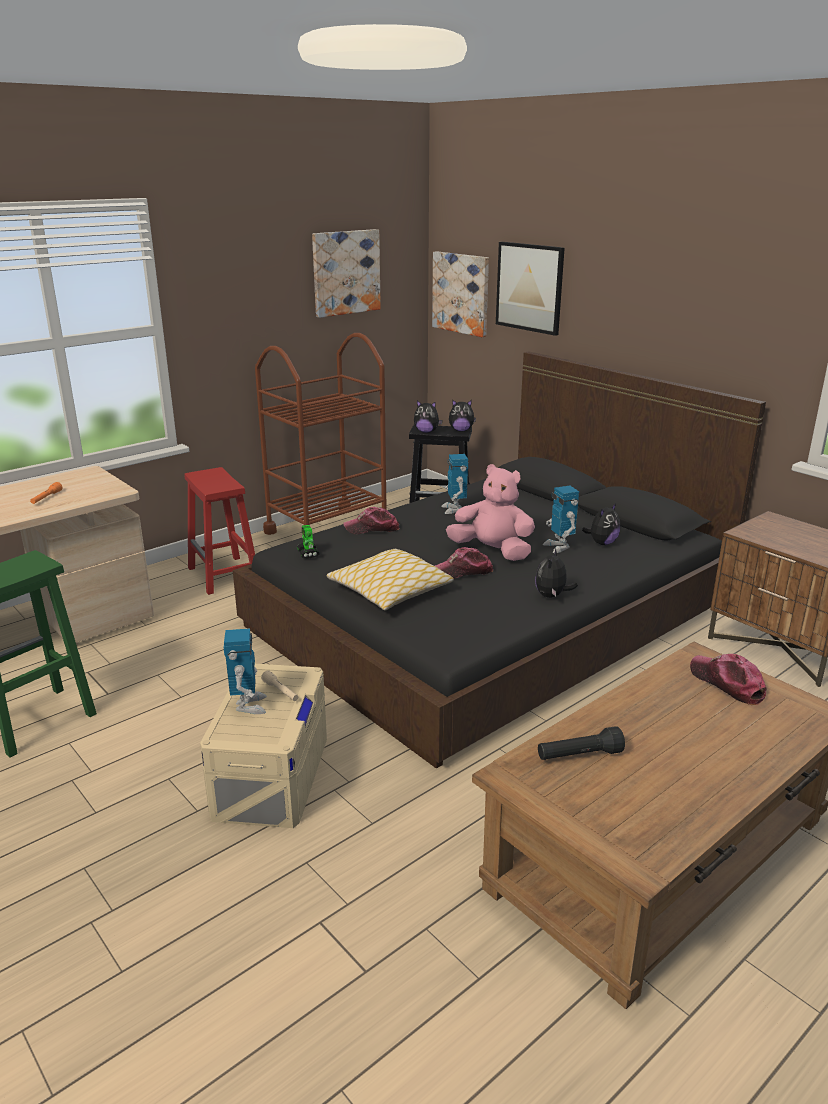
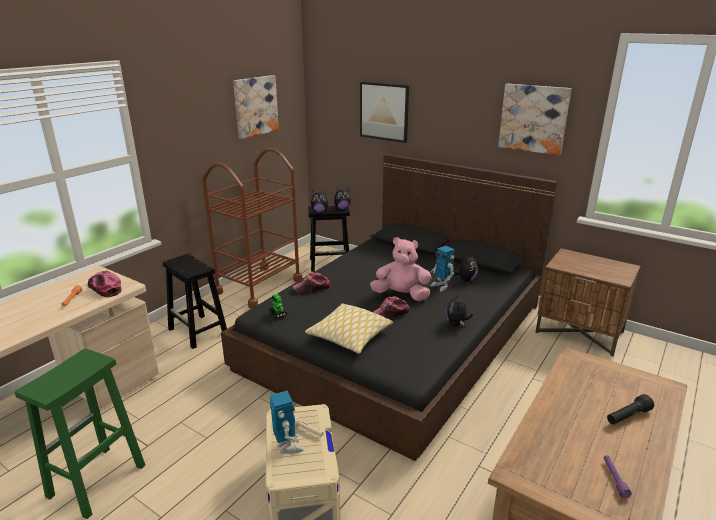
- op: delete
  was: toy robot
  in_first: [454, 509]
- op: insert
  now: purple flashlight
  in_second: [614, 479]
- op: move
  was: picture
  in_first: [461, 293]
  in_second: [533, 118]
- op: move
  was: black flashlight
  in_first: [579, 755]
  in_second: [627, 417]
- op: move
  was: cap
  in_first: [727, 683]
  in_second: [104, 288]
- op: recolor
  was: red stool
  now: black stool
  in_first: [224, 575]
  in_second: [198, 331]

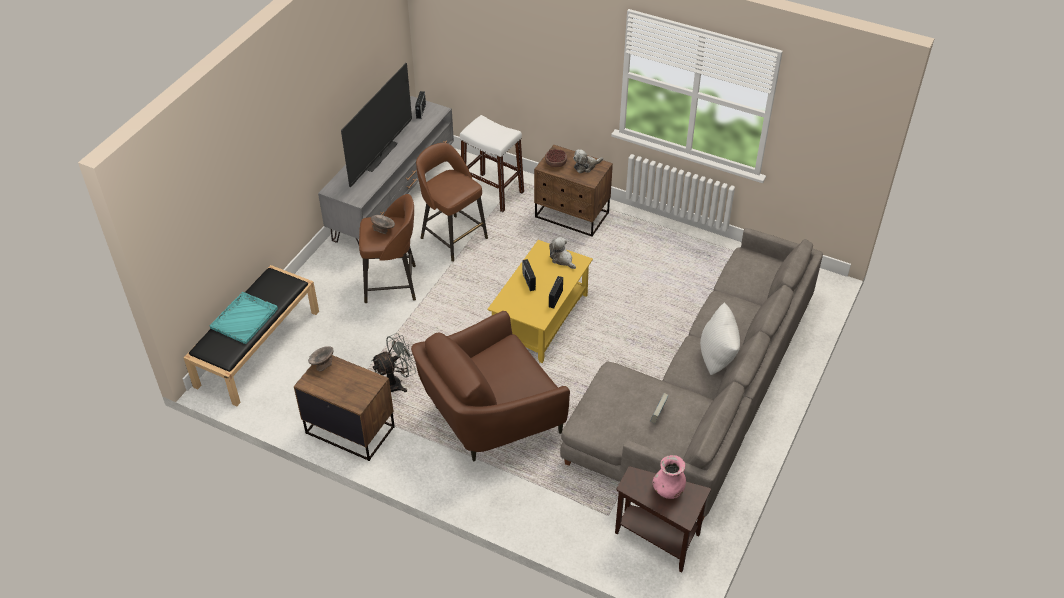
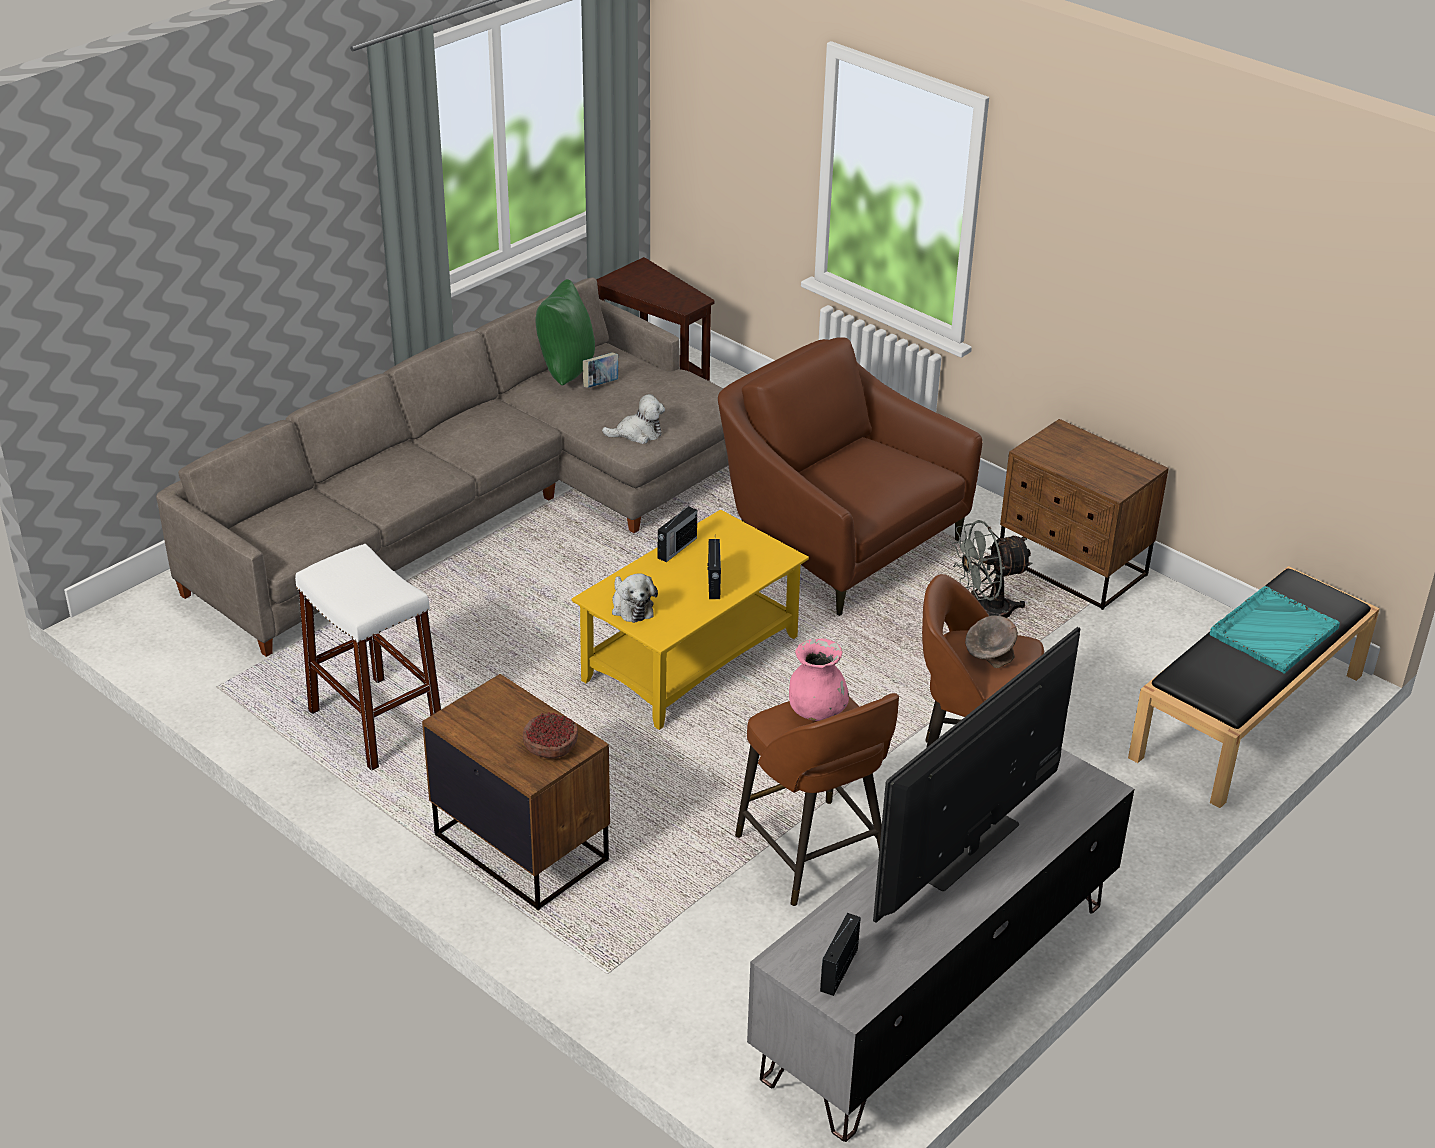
- op: delete
  was: grey bowl
  in_first: [322, 364]
- op: delete
  was: white pillow
  in_first: [717, 359]
- op: insert
  now: green pillow
  in_second: [564, 371]
- op: move
  was: white stool
  in_first: [492, 192]
  in_second: [375, 722]
- op: move
  was: plush toy
  in_first: [586, 166]
  in_second: [637, 433]
- op: move
  was: pink vase
  in_first: [668, 490]
  in_second: [816, 711]
- op: rotate
  was: brown armchair
  in_first: [490, 417]
  in_second: [836, 541]
  clockwise: -120

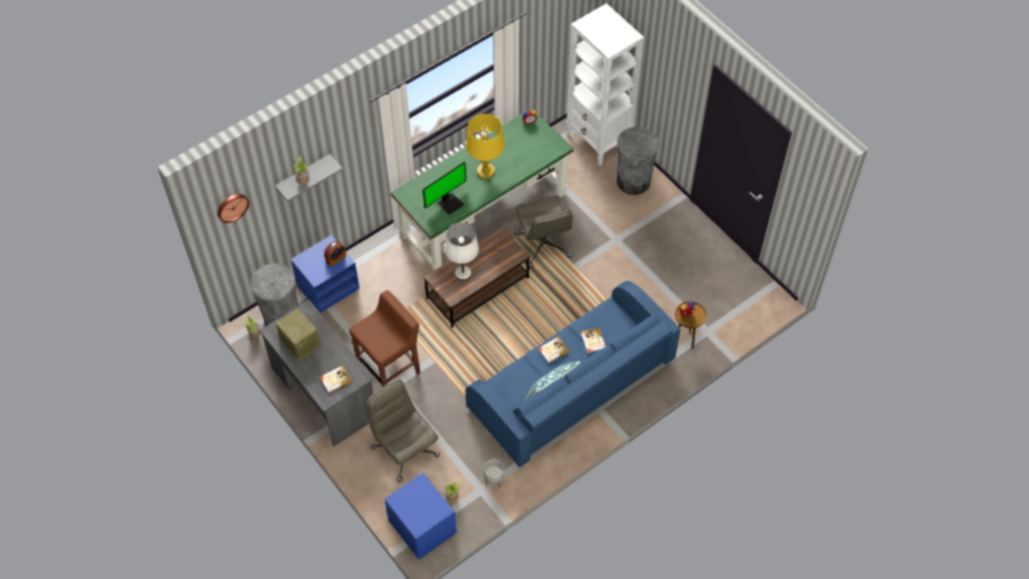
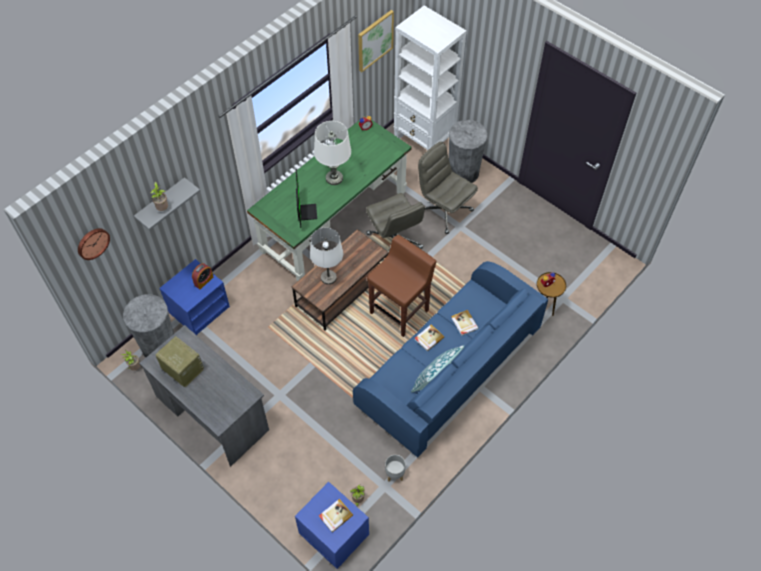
- op: insert
  now: picture
  in_second: [375, 40]
- op: move
  was: book
  in_first: [335, 380]
  in_second: [335, 516]
- op: move
  was: brown stool
  in_first: [390, 369]
  in_second: [400, 311]
- op: move
  was: grey office chair
  in_first: [405, 450]
  in_second: [444, 211]
- op: recolor
  was: yellow table lamp
  now: white table lamp
  in_first: [486, 171]
  in_second: [334, 178]
- op: rotate
  was: monitor
  in_first: [449, 203]
  in_second: [306, 212]
  clockwise: -45

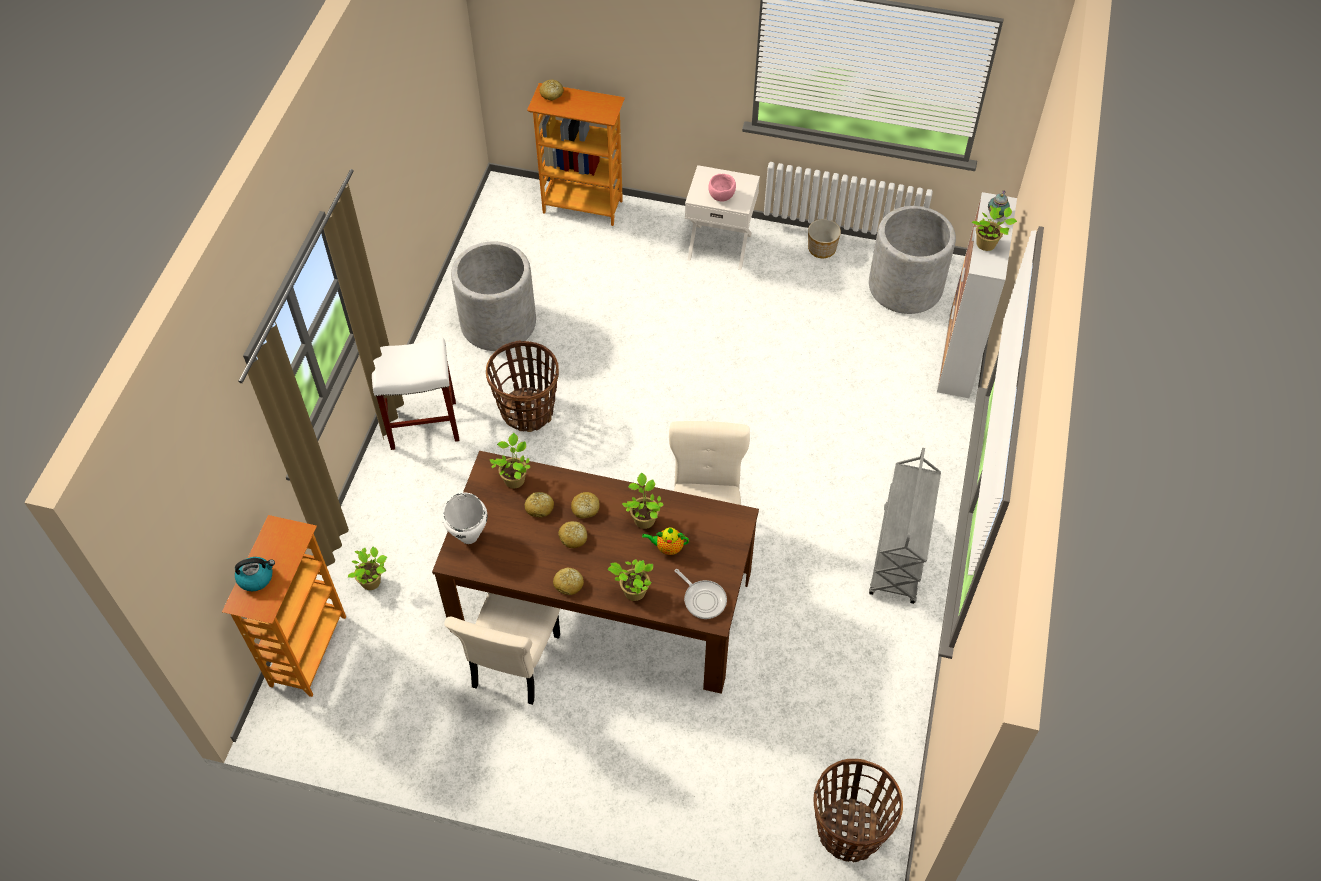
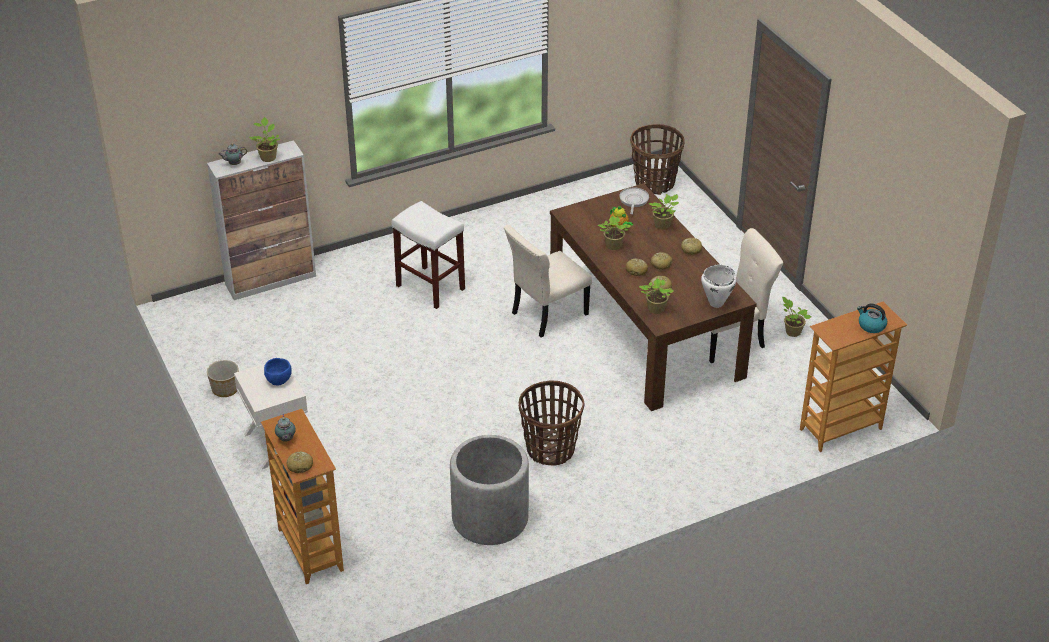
- op: delete
  was: grey planter
  in_first: [905, 287]
- op: delete
  was: grey cart
  in_first: [899, 556]
- op: insert
  now: teapot
  in_second: [286, 439]
- op: move
  was: potted plant
  in_first: [372, 581]
  in_second: [792, 331]
- op: move
  was: white stool
  in_first: [422, 425]
  in_second: [431, 287]
- op: recolor
  was: pink bowl
  now: blue bowl
  in_first: [722, 196]
  in_second: [279, 380]

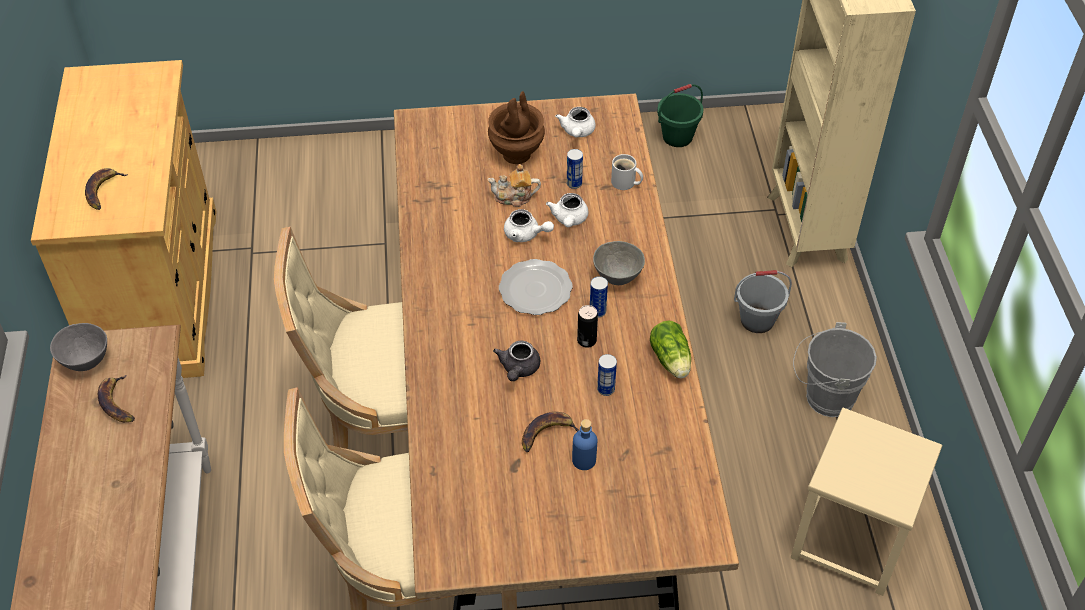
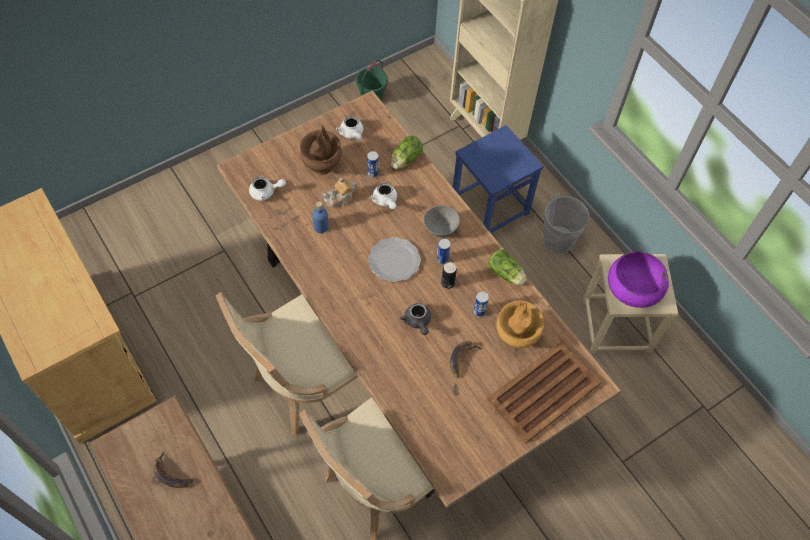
- op: delete
  was: grey bowl
  in_first: [85, 362]
- op: delete
  was: banana
  in_first: [103, 190]
- op: insert
  now: brown tray
  in_second: [544, 391]
- op: insert
  now: brown vase
  in_second: [516, 337]
- op: insert
  now: purple bowl
  in_second: [634, 287]
- op: move
  was: white teapot
  in_first: [526, 234]
  in_second: [266, 192]
- op: move
  was: blue bottle
  in_first: [584, 460]
  in_second: [321, 227]
- op: replace
  was: white mug
  now: lettuce
  in_first: [625, 183]
  in_second: [405, 160]
- op: replace
  was: grey bucket
  now: blue stool
  in_first: [757, 320]
  in_second: [489, 206]

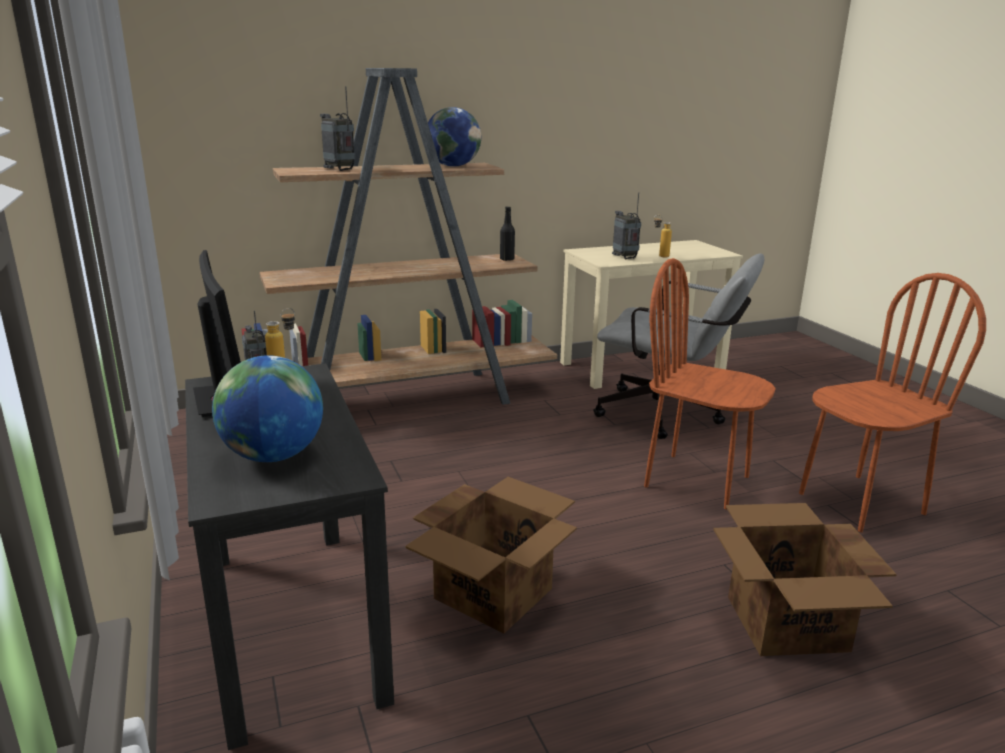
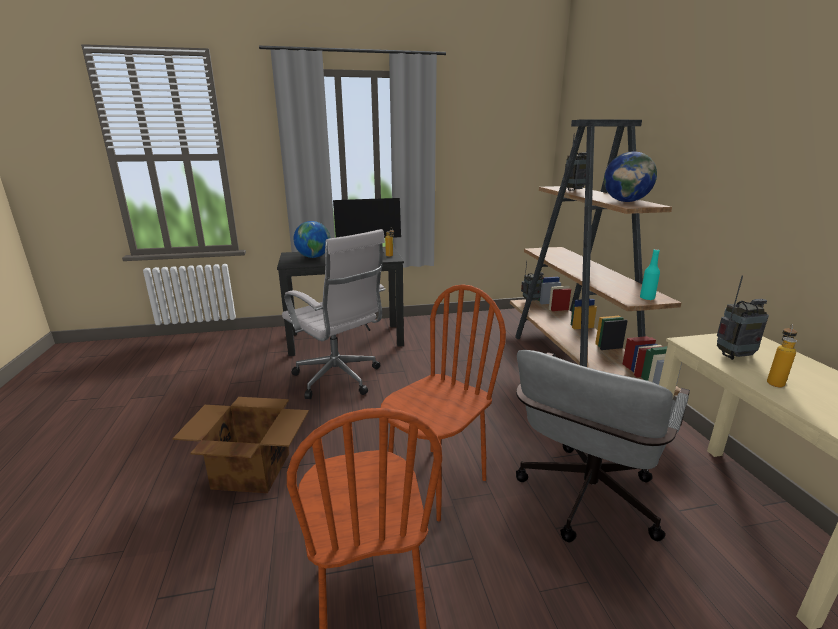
- op: replace
  was: cardboard box
  now: white office chair
  in_first: [495, 592]
  in_second: [339, 379]
- op: recolor
  was: black bottle
  now: turquoise bottle
  in_first: [507, 259]
  in_second: [647, 298]

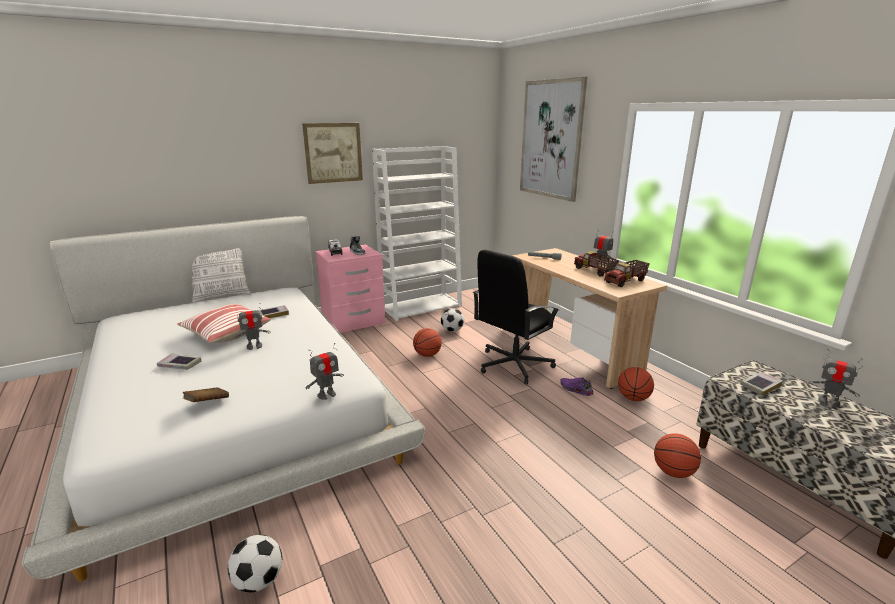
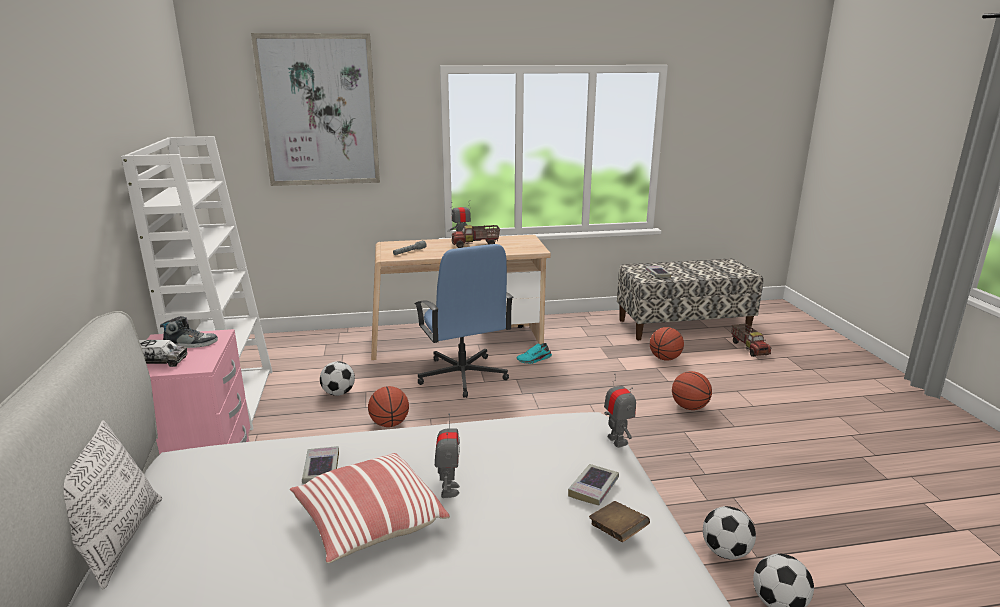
- op: delete
  was: picture
  in_first: [333, 153]
- op: delete
  was: toy robot
  in_first: [828, 402]
- op: insert
  now: football
  in_second: [725, 552]
- op: move
  was: book
  in_first: [179, 365]
  in_second: [593, 488]
- op: move
  was: toy truck
  in_first: [626, 281]
  in_second: [749, 348]
- op: move
  was: basketball
  in_first: [633, 398]
  in_second: [689, 407]
- op: recolor
  was: black office chair
  now: blue office chair
  in_first: [513, 365]
  in_second: [462, 376]
- op: recolor
  was: purple shoe
  now: turquoise shoe
  in_first: [575, 390]
  in_second: [534, 360]

